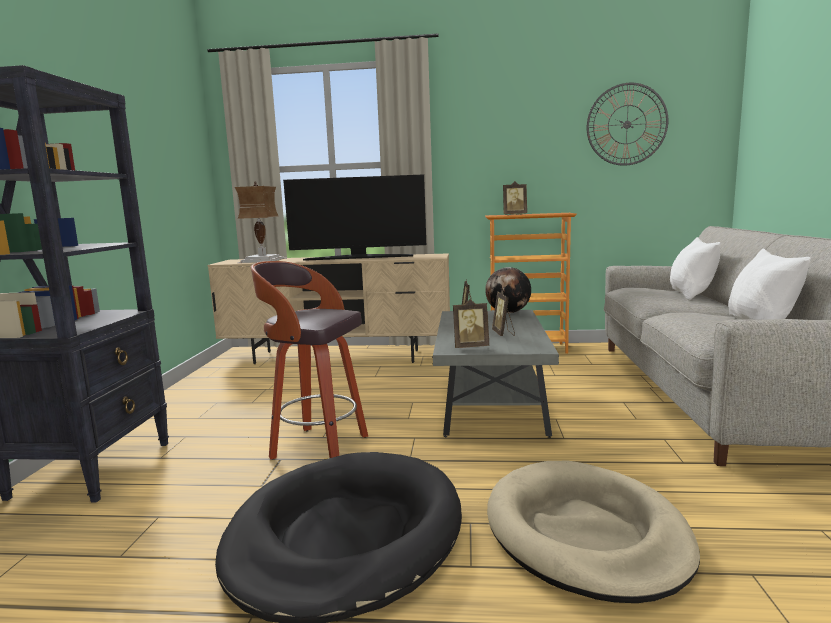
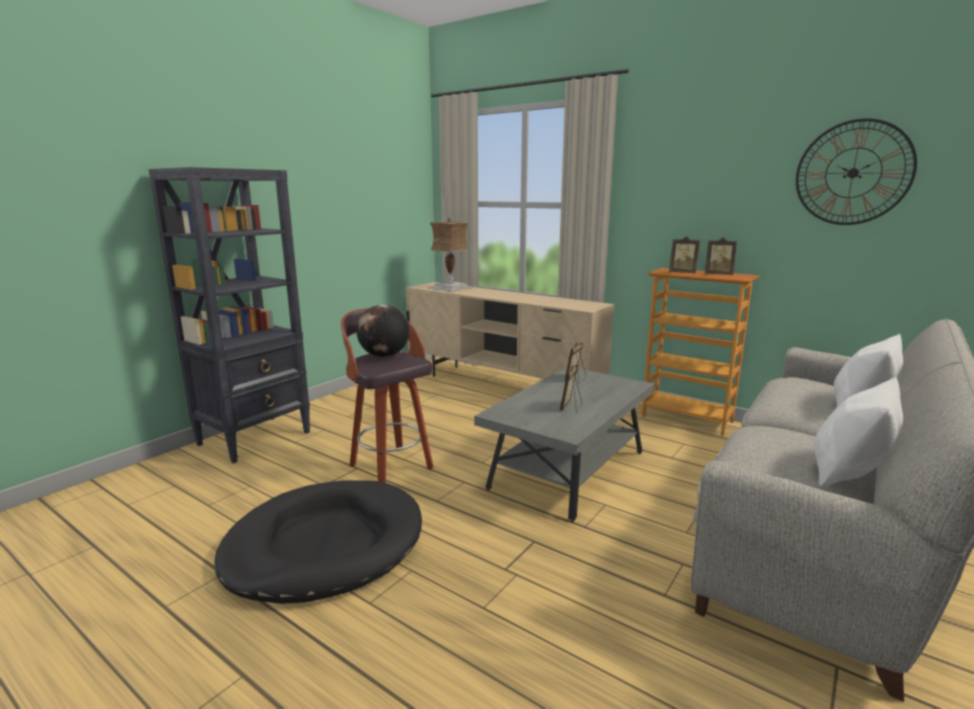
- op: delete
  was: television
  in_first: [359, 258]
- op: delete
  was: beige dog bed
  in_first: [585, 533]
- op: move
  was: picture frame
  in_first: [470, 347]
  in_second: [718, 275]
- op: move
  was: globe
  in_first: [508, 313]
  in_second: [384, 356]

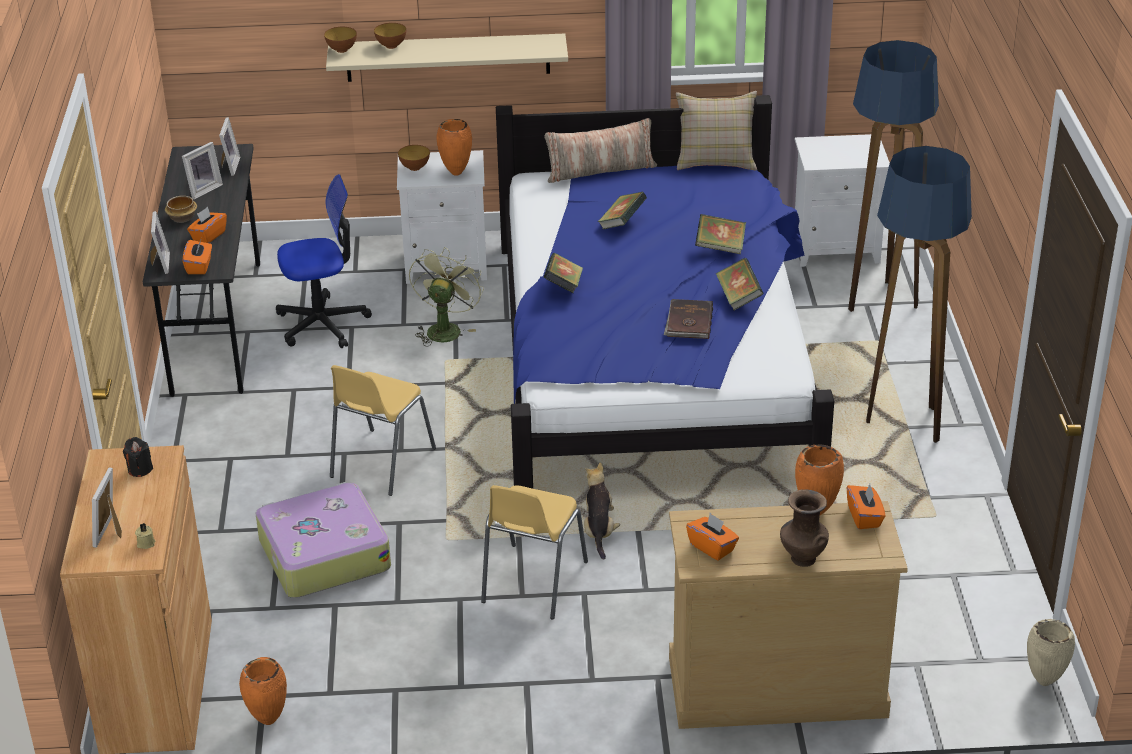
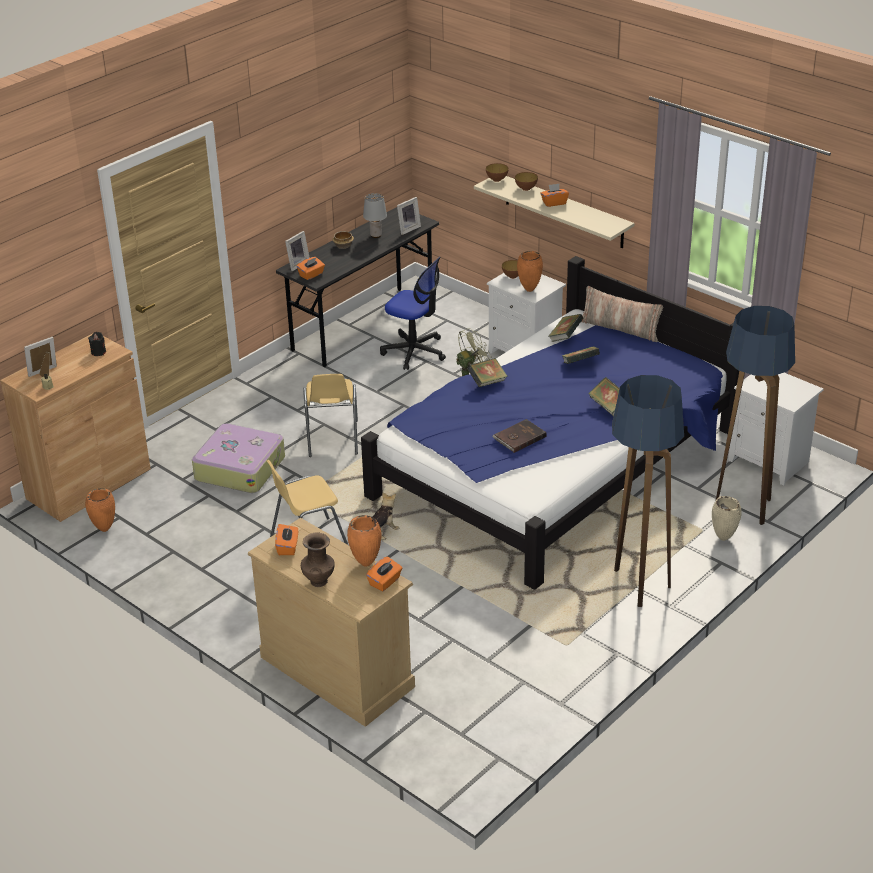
- op: delete
  was: beige pillow
  in_first: [715, 160]
- op: move
  was: orange tissue box
  in_first: [208, 236]
  in_second: [554, 203]
- op: move
  was: book
  in_first: [738, 297]
  in_second: [565, 337]
- op: move
  was: beige vase
  in_first: [1045, 681]
  in_second: [724, 538]
- op: replace
  was: picture frame
  now: grey table lamp
  in_first: [203, 189]
  in_second: [376, 235]
- op: rotate
  was: yellow chair
  in_first: [381, 463]
  in_second: [332, 439]
  clockwise: -75

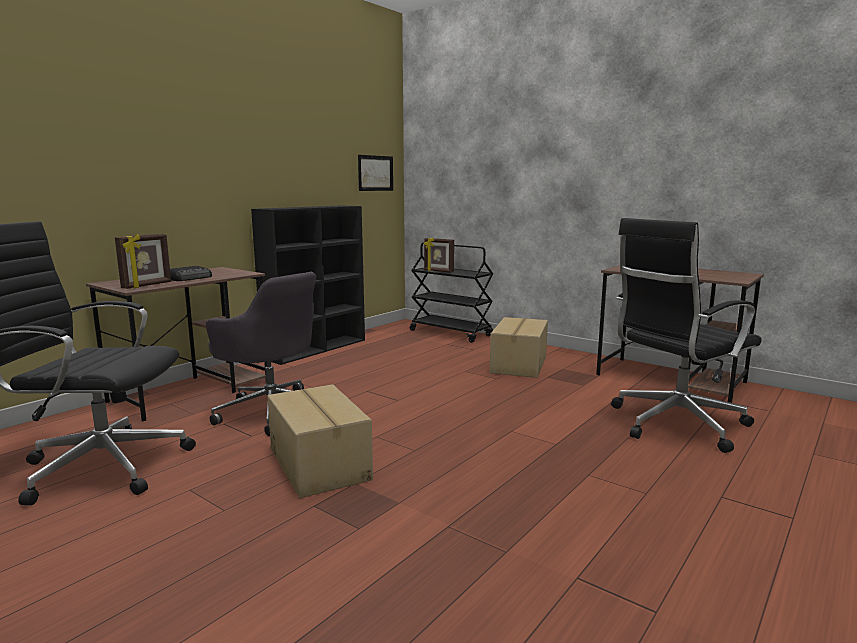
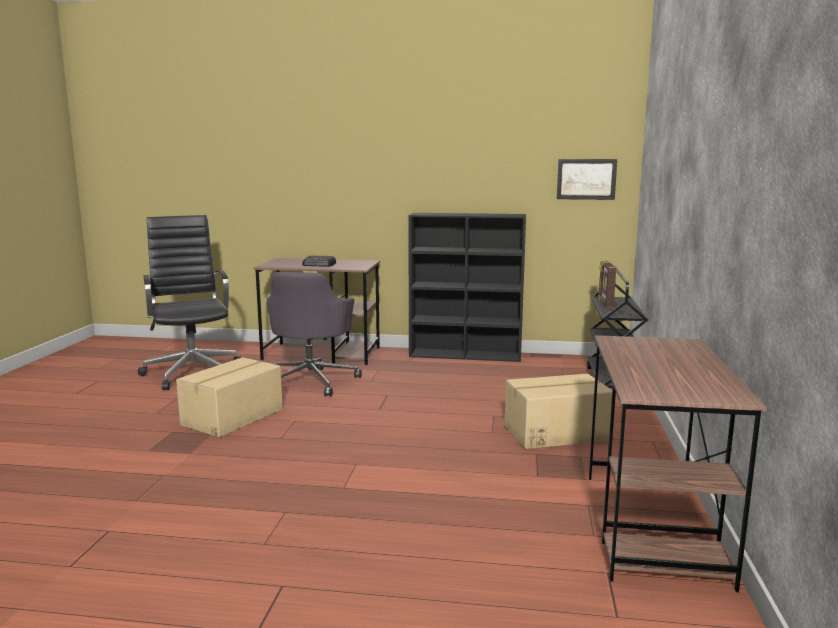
- op: delete
  was: picture frame
  in_first: [147, 285]
- op: delete
  was: black office chair
  in_first: [674, 424]

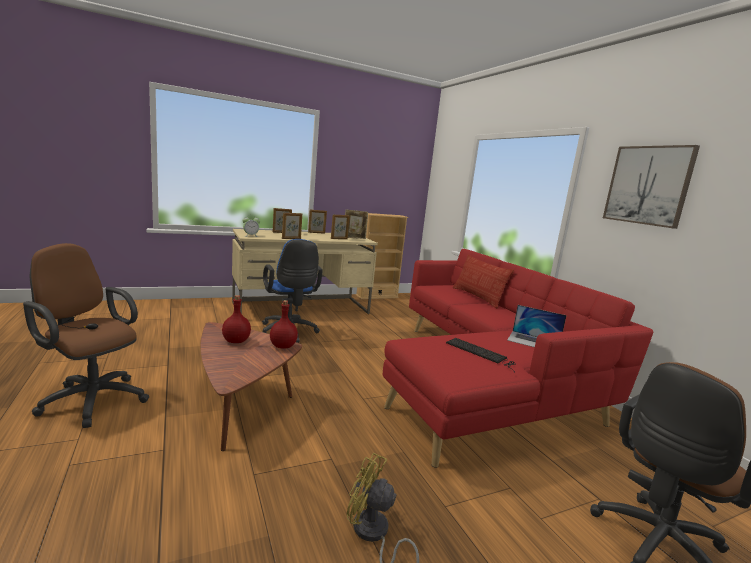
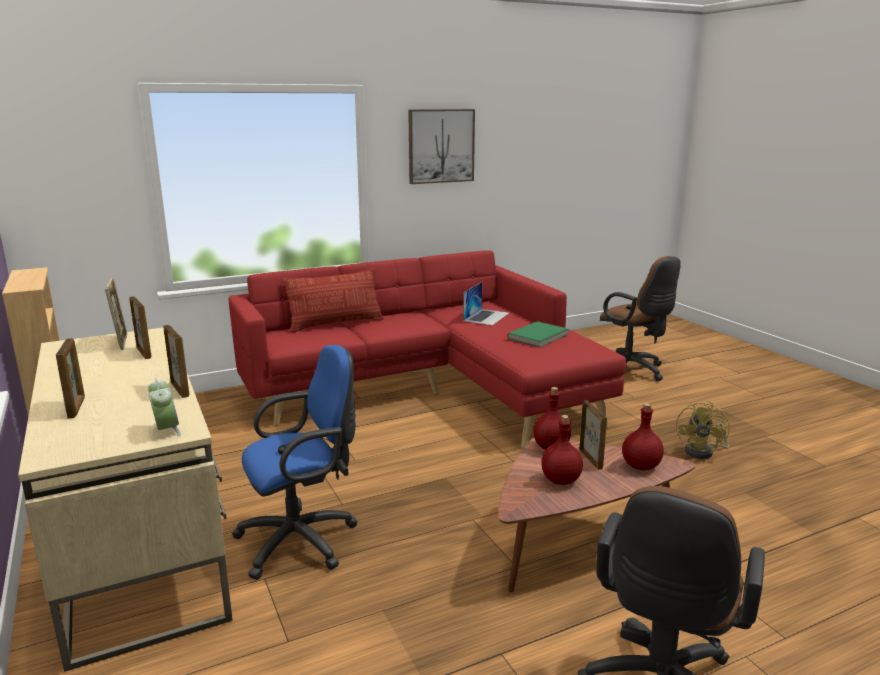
- op: insert
  now: red bottle
  in_second: [640, 466]
- op: move
  was: picture frame
  in_first: [316, 233]
  in_second: [591, 459]
- op: replace
  was: keyboard
  now: green book
  in_first: [481, 353]
  in_second: [539, 336]

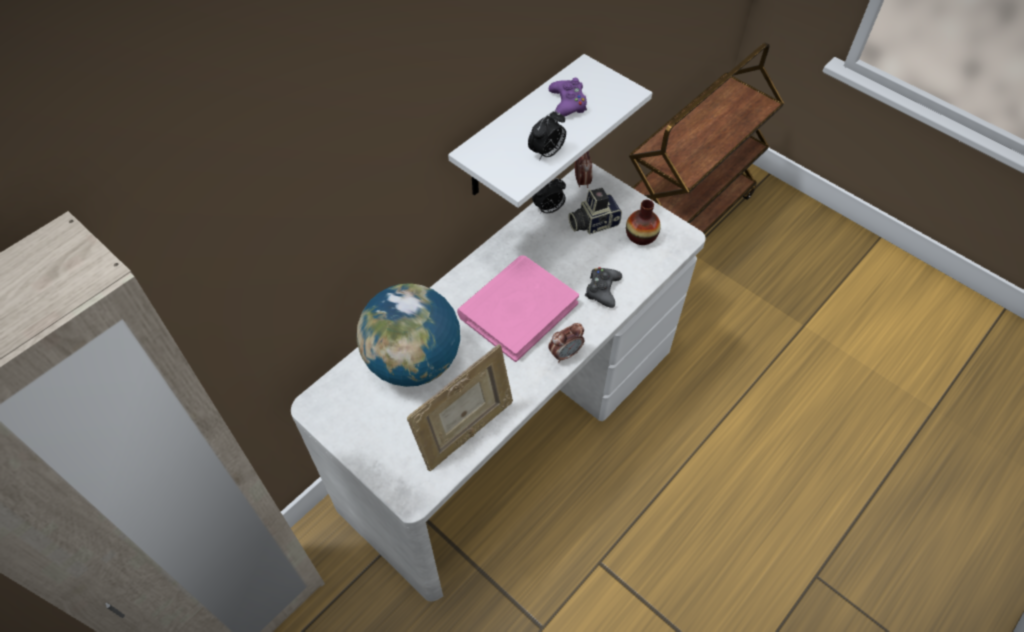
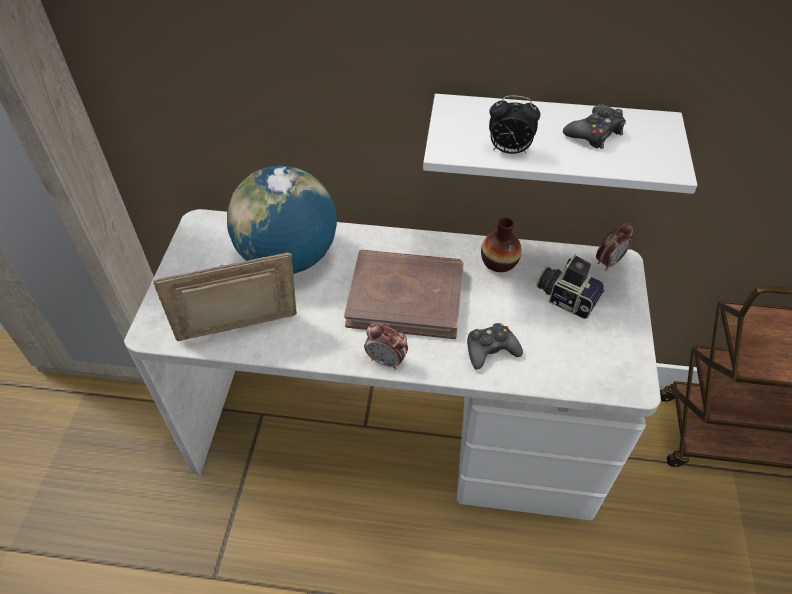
- op: delete
  was: alarm clock
  in_first: [548, 209]
- op: move
  was: vase
  in_first: [641, 236]
  in_second: [499, 262]
- op: recolor
  was: pink book
  now: brown book
  in_first: [517, 309]
  in_second: [406, 297]
- op: recolor
  was: purple game controller
  now: black game controller
  in_first: [567, 103]
  in_second: [594, 133]
- op: rotate
  was: picture frame
  in_first: [466, 433]
  in_second: [240, 333]
  clockwise: 150

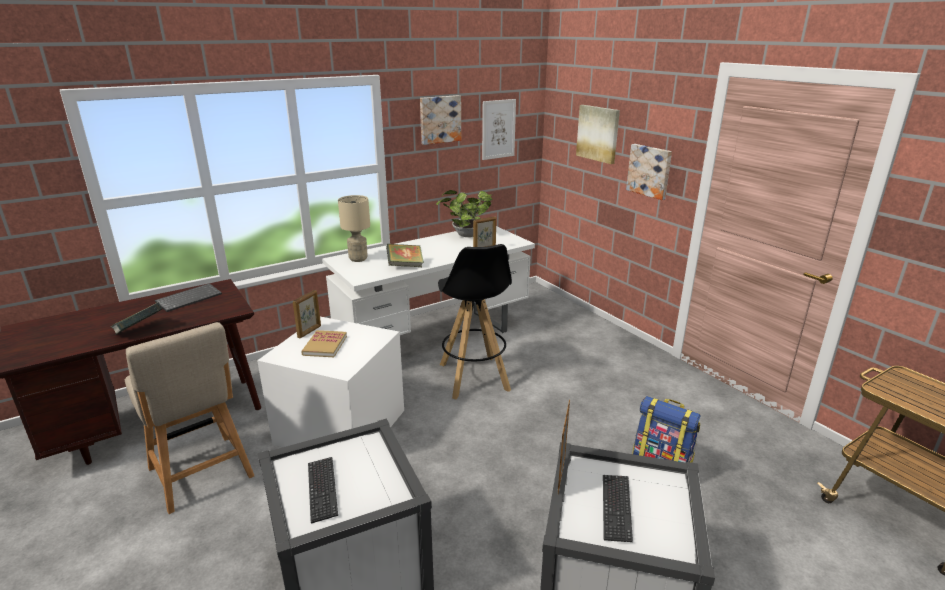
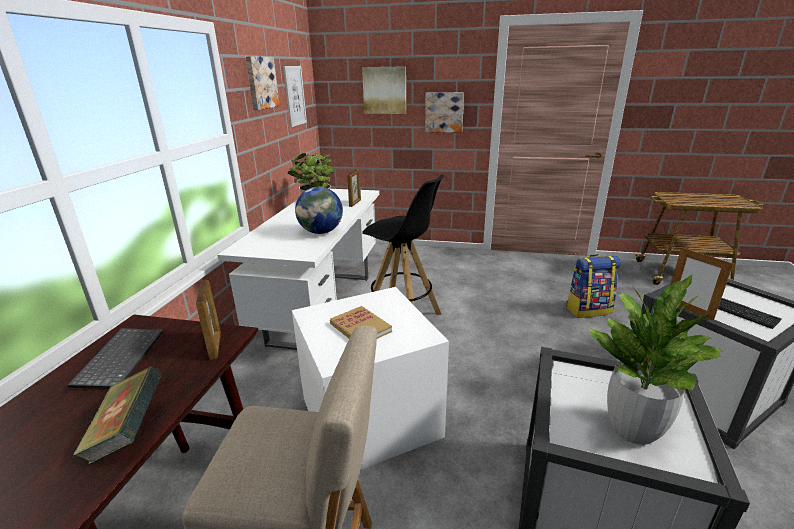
- op: delete
  was: beige table lamp
  in_first: [357, 259]
- op: move
  was: picture frame
  in_first: [310, 331]
  in_second: [215, 345]
- op: replace
  was: keyboard
  now: potted plant
  in_first: [322, 490]
  in_second: [633, 430]
- op: replace
  was: book
  now: globe
  in_first: [405, 266]
  in_second: [321, 232]

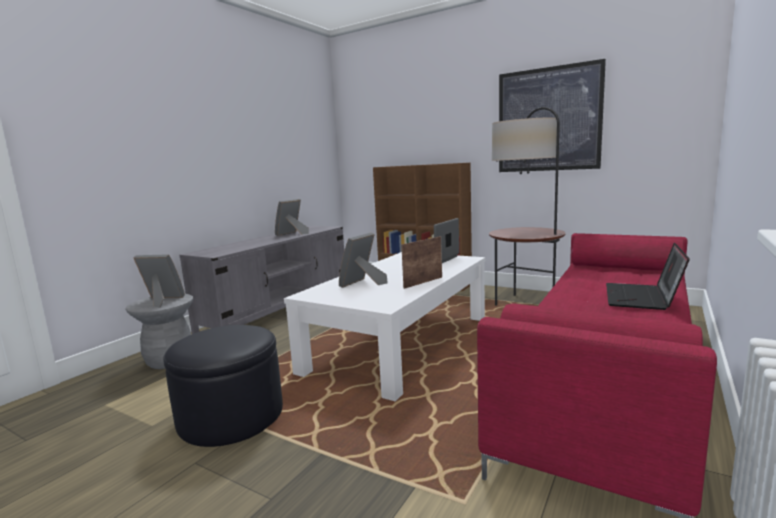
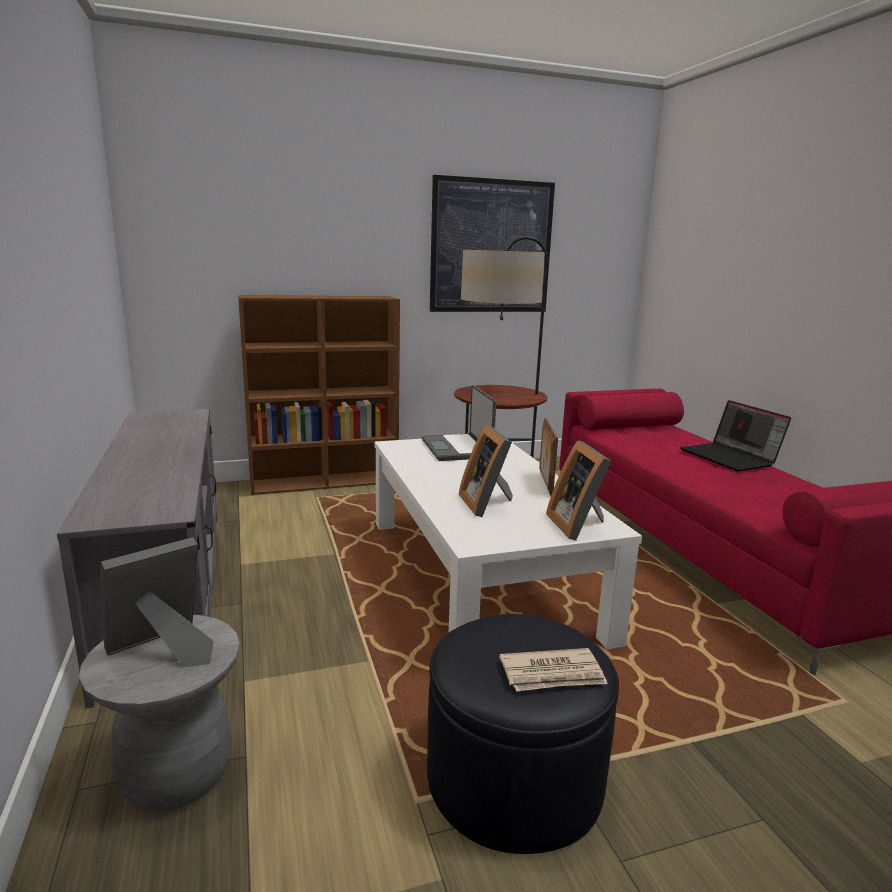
- op: insert
  now: newspaper
  in_second: [553, 674]
- op: move
  was: picture frame
  in_first: [292, 234]
  in_second: [579, 525]

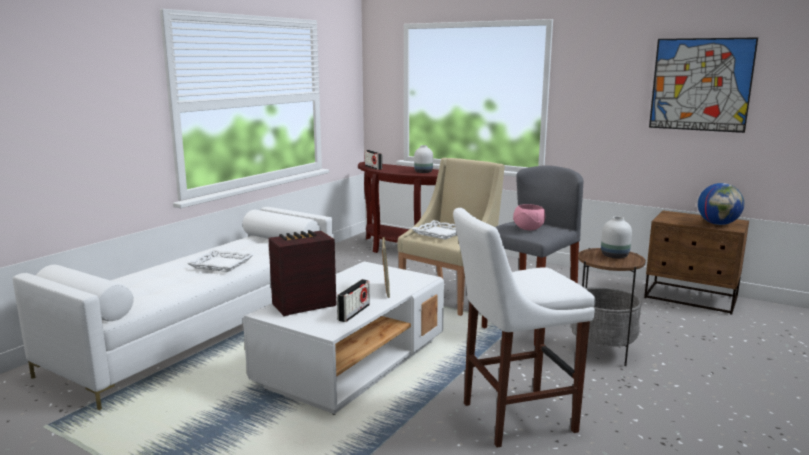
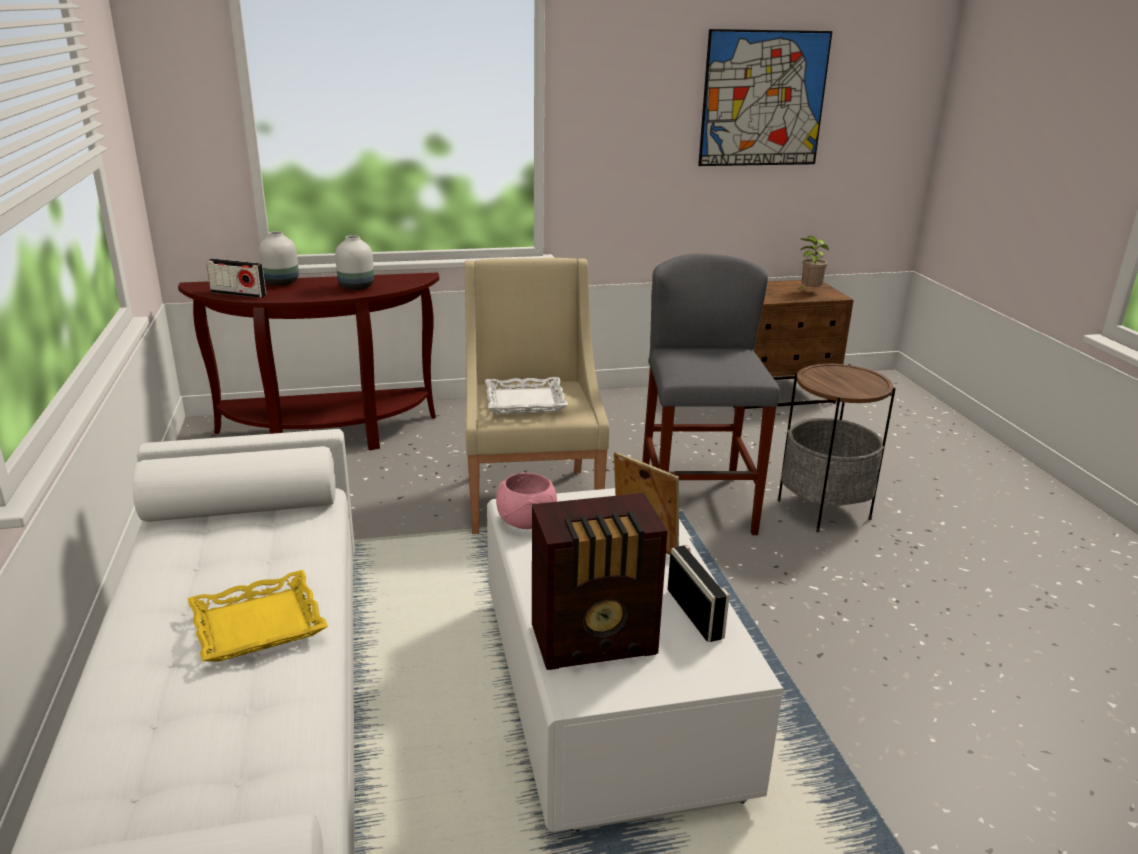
- op: delete
  was: white stool
  in_first: [512, 417]
- op: move
  was: pink bowl
  in_first: [528, 229]
  in_second: [526, 522]
- op: move
  was: white vase
  in_first: [615, 256]
  in_second: [282, 283]
- op: replace
  was: globe
  now: potted plant
  in_first: [718, 224]
  in_second: [809, 292]
- op: recolor
  was: white tray
  now: yellow tray
  in_first: [221, 264]
  in_second: [258, 624]
- op: rotate
  was: radio
  in_first: [302, 305]
  in_second: [596, 641]
  clockwise: -120

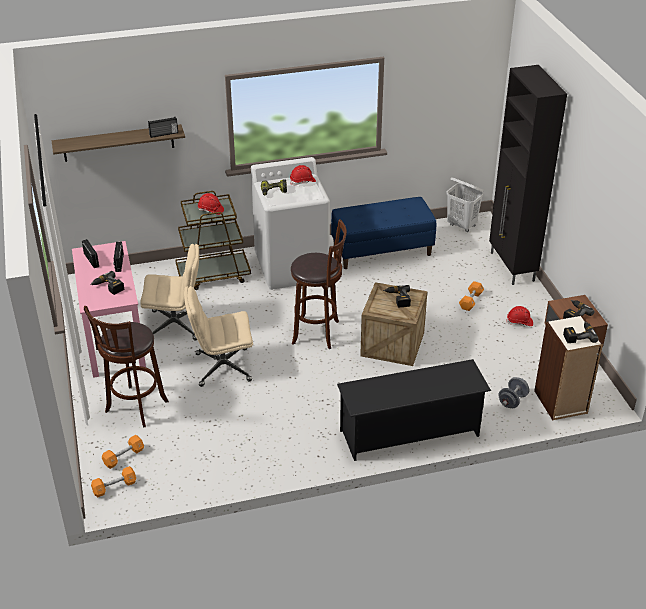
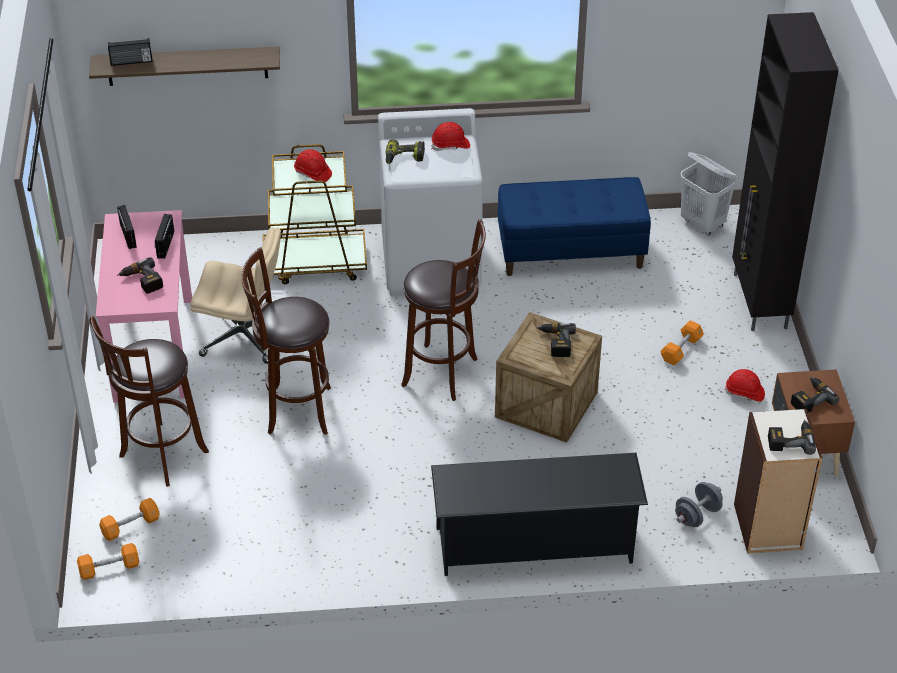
- op: move
  was: radio
  in_first: [164, 134]
  in_second: [131, 62]
- op: replace
  was: beige office chair
  now: brown stool
  in_first: [222, 367]
  in_second: [294, 410]

